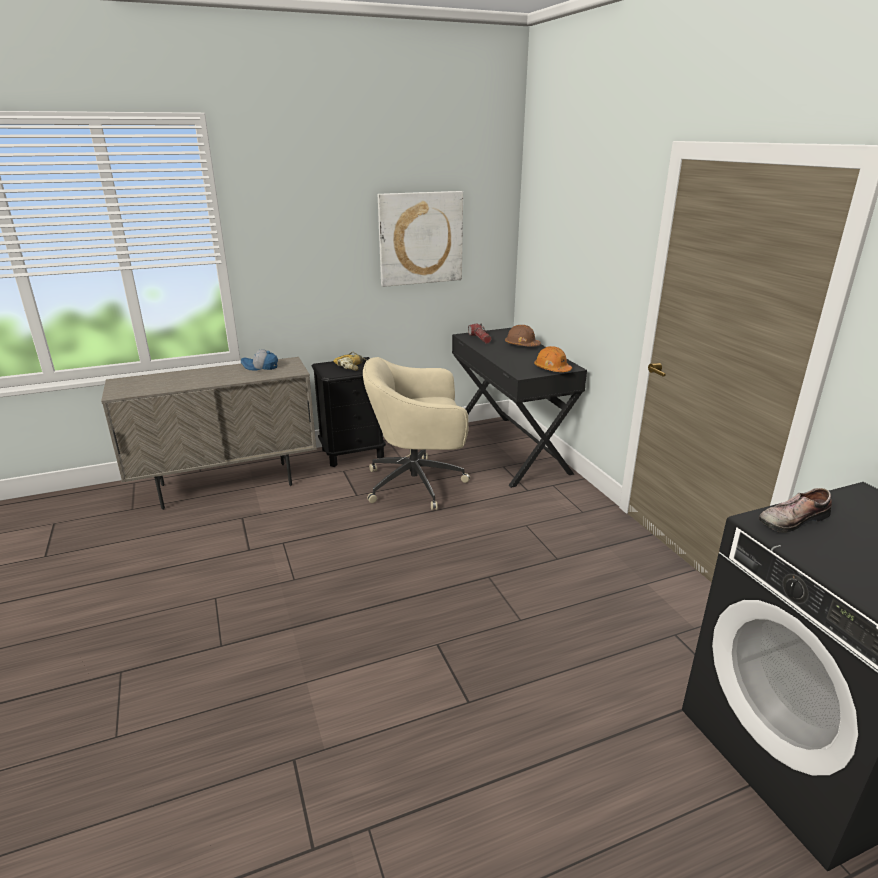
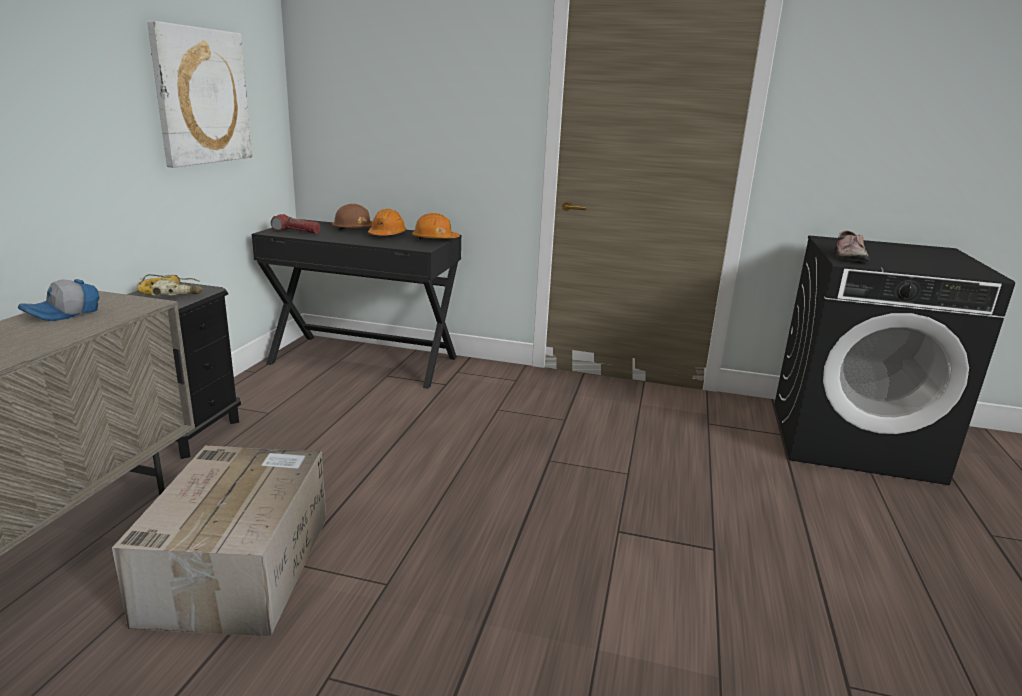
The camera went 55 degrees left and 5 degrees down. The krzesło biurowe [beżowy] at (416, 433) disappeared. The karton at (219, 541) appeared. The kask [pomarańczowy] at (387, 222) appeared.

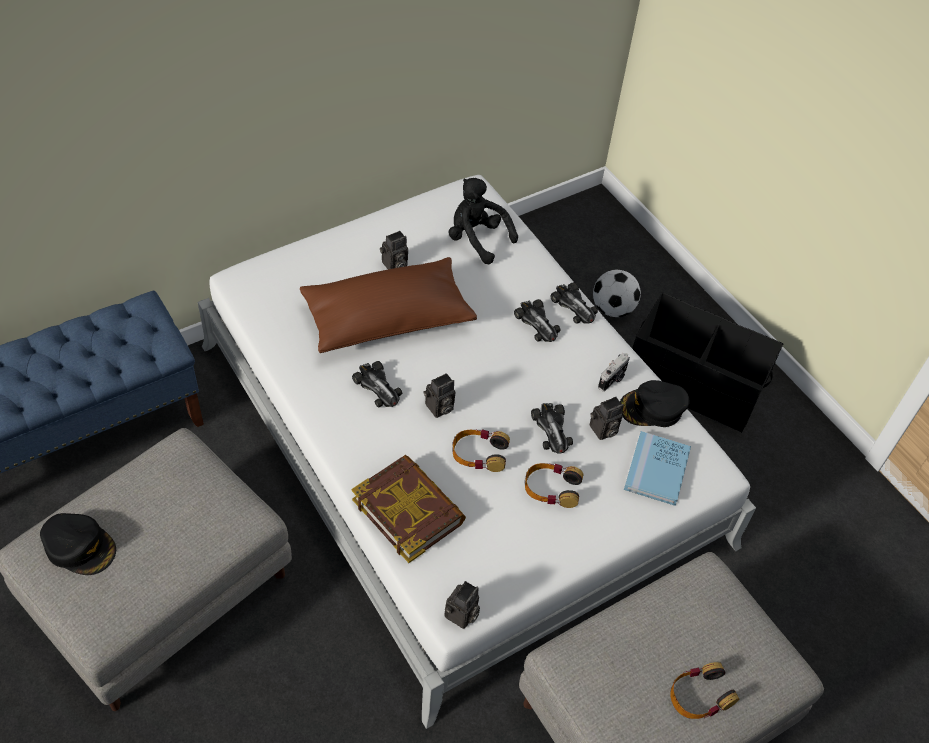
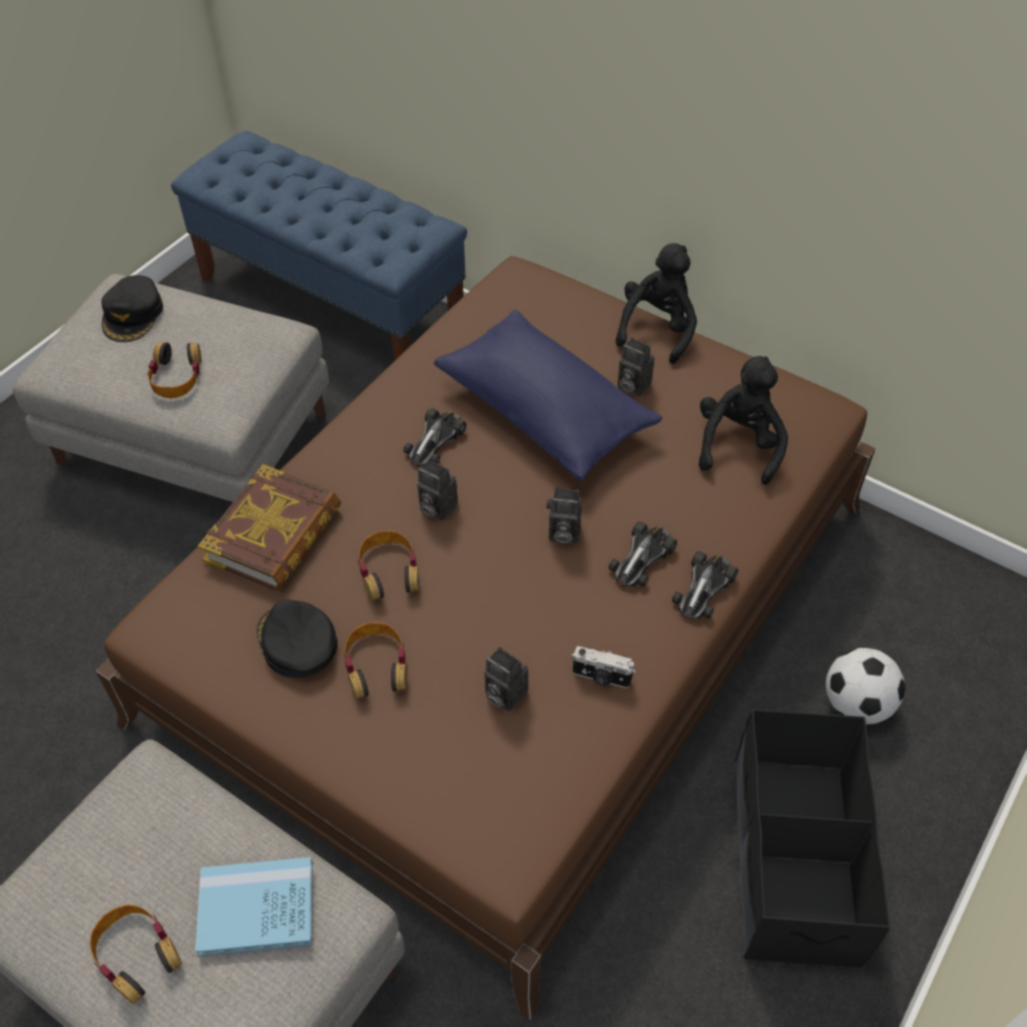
The camera went 70 degrees right and 0 degrees up. The łóżko [biały] at (477, 452) became the łóżko [brązowy] at (485, 638). The poduszka [brązowy] at (388, 305) became the poduszka [niebieski] at (548, 396). The aparat fotograficzny moved from (462, 605) to (564, 516). The samochodzik at (552, 428) disappeared. The czapka z daszkiem [czarny] moved from (655, 403) to (297, 638). The książka [niebieski] moved from (657, 468) to (254, 907). The słuchawki at (175, 370) appeared. The pluszak [czarny] at (656, 303) appeared.

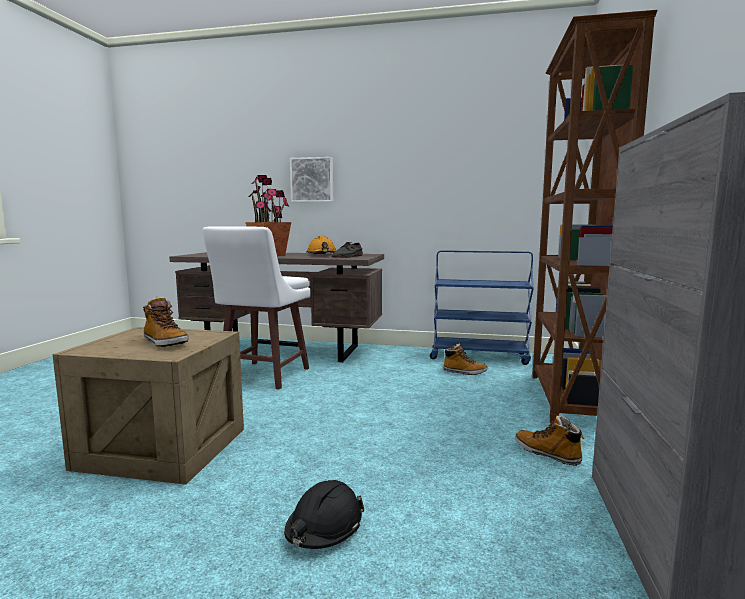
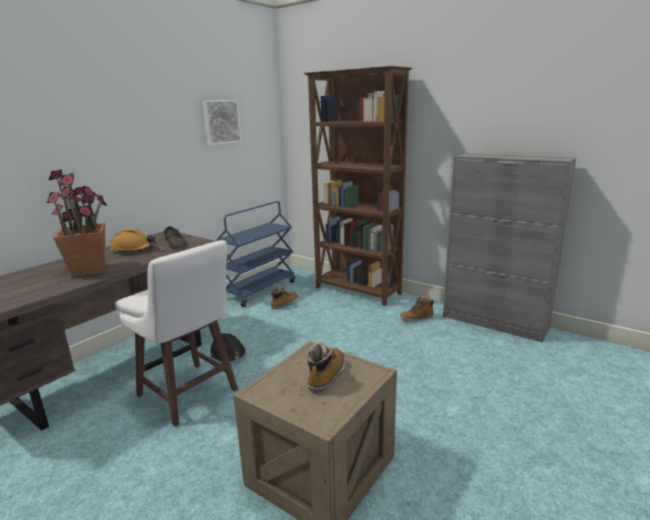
The camera went 65 degrees left and 10 degrees up. The but z cholewką at (166, 322) turned 45 degrees counterclockwise. The kask [czarny] moved from (324, 514) to (228, 347). The obraz moved from (311, 179) to (222, 122).

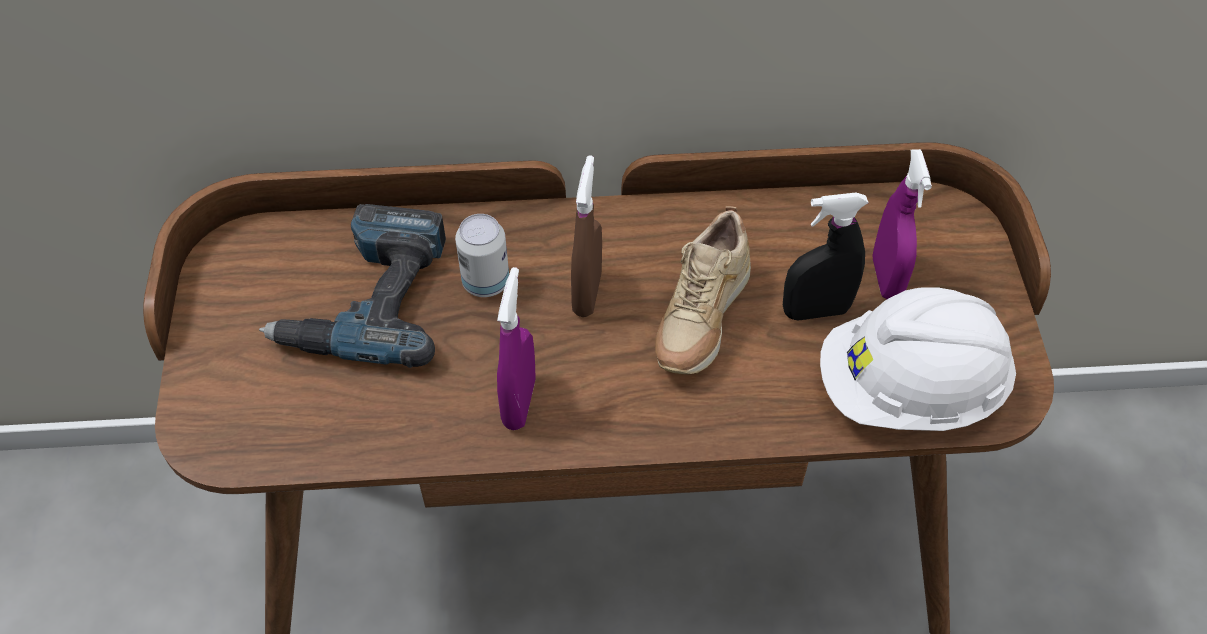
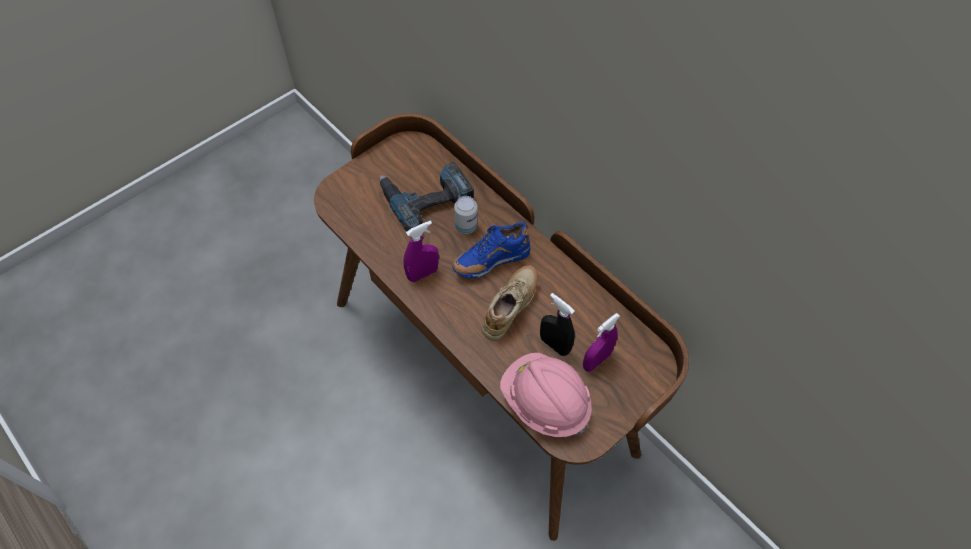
The camera went 50 degrees right and 5 degrees up. The spryskiwacz [brązowy] at (586, 236) was replaced by the but [niebieski] at (491, 250). The but [beżowy] at (703, 290) turned 135 degrees clockwise. The kask [biały] at (918, 359) became the kask [różowy] at (546, 395).

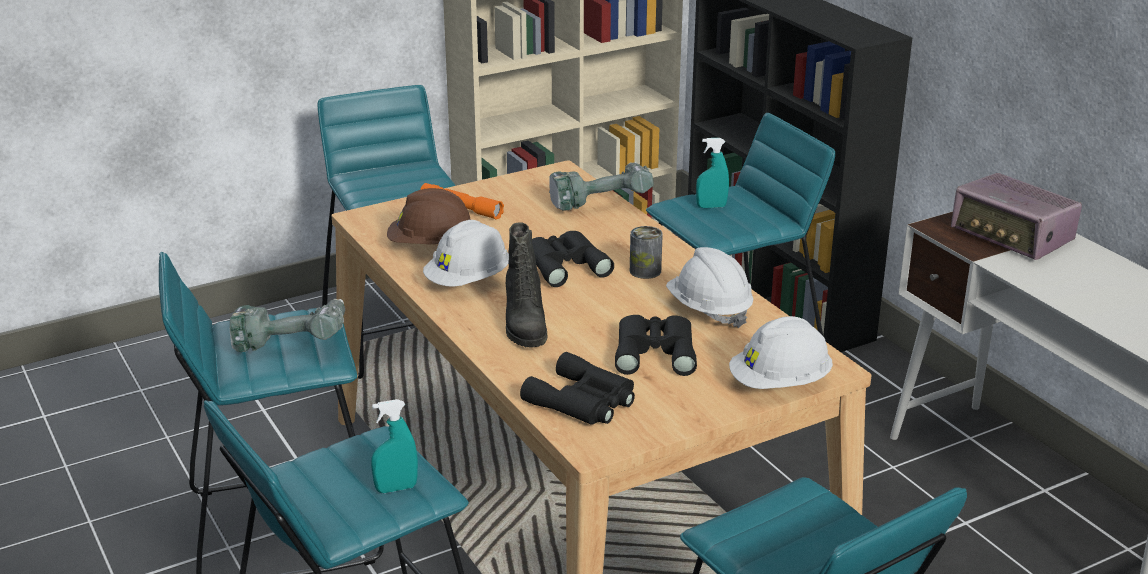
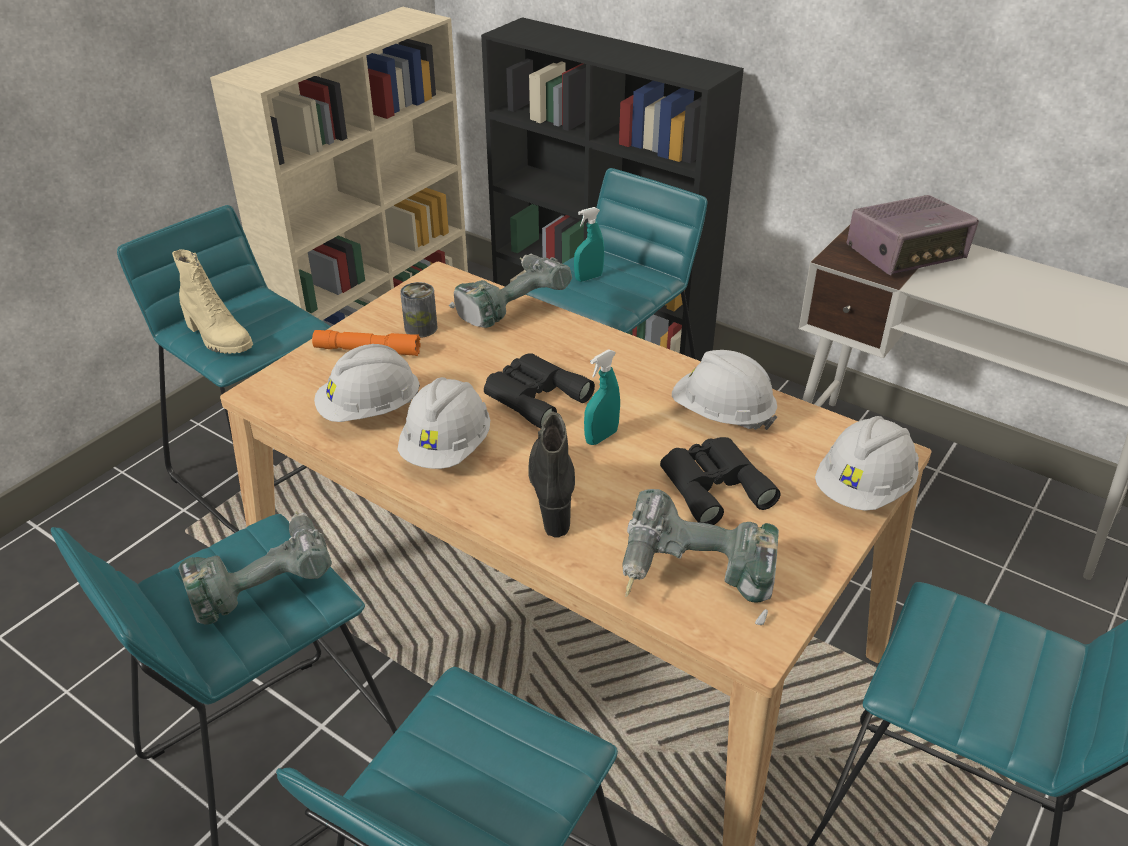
The camera went 25 degrees left and 10 degrees up. The spryskiwacz [turkusowy] moved from (394, 446) to (602, 397). The kask [brązowy] at (429, 216) became the kask [biały] at (367, 383). The but z cholewką [czarny] at (527, 285) turned 150 degrees counterclockwise. The lornetka [czarny] at (577, 388) was replaced by the wiertarka at (700, 557). The puszka moved from (646, 252) to (418, 310). The radio at (1016, 216) turned 45 degrees counterclockwise. The but z cholewką [beżowy] at (212, 301) appeared.

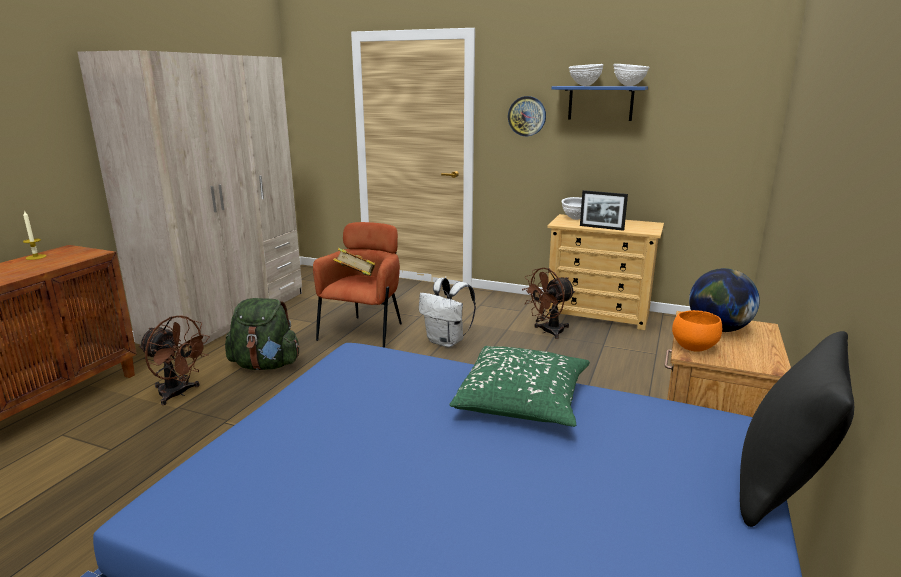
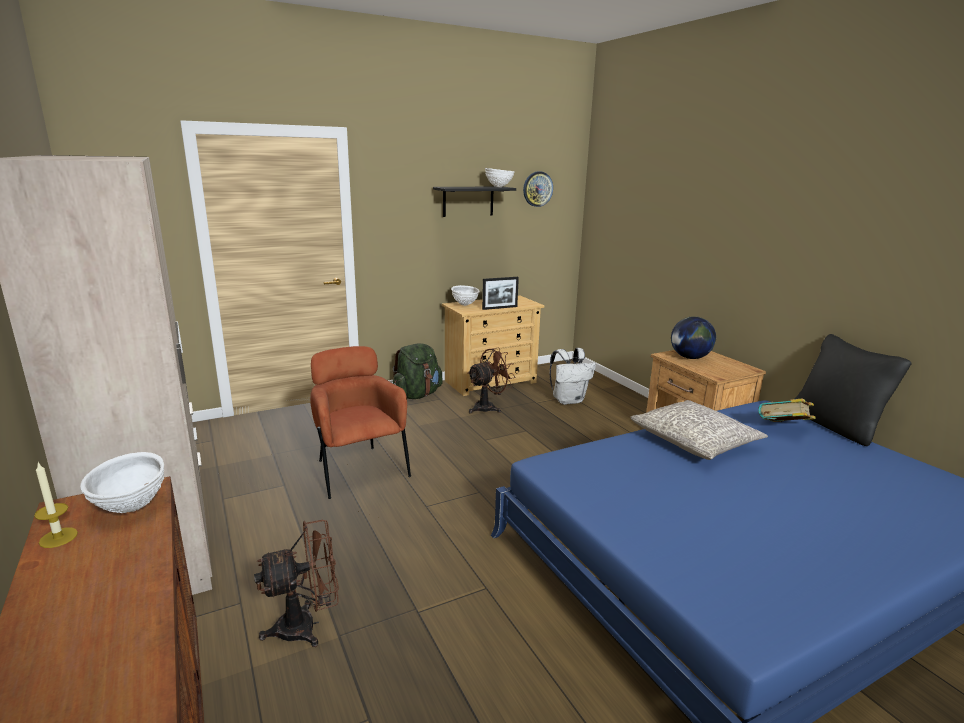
The camera went 50 degrees left and 0 degrees up. The plecak [zielony] moved from (262, 334) to (418, 371). The książka moved from (354, 262) to (787, 410). The plecak [biały] moved from (447, 312) to (573, 376). The poduszka [zielony] at (520, 386) became the poduszka [szary] at (699, 430). The zegar ścienny moved from (527, 116) to (538, 189). The wentylator [brązowy] at (549, 303) turned 135 degrees counterclockwise. The półka [niebieski] at (599, 103) became the półka [czarny] at (474, 202). The miska [biały] moved from (586, 75) to (122, 482). The miska [pomarańczowy] at (697, 331) disappeared.

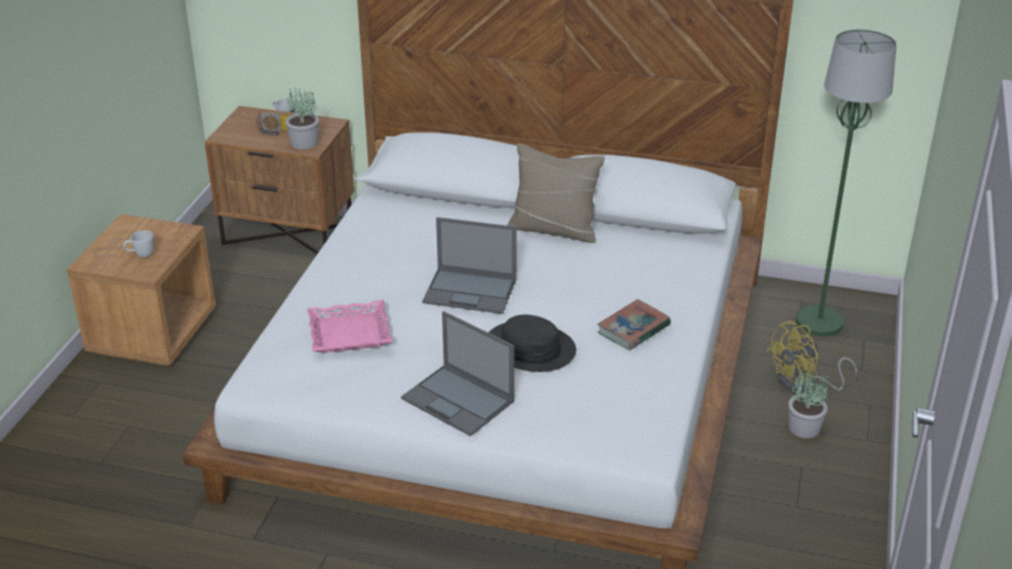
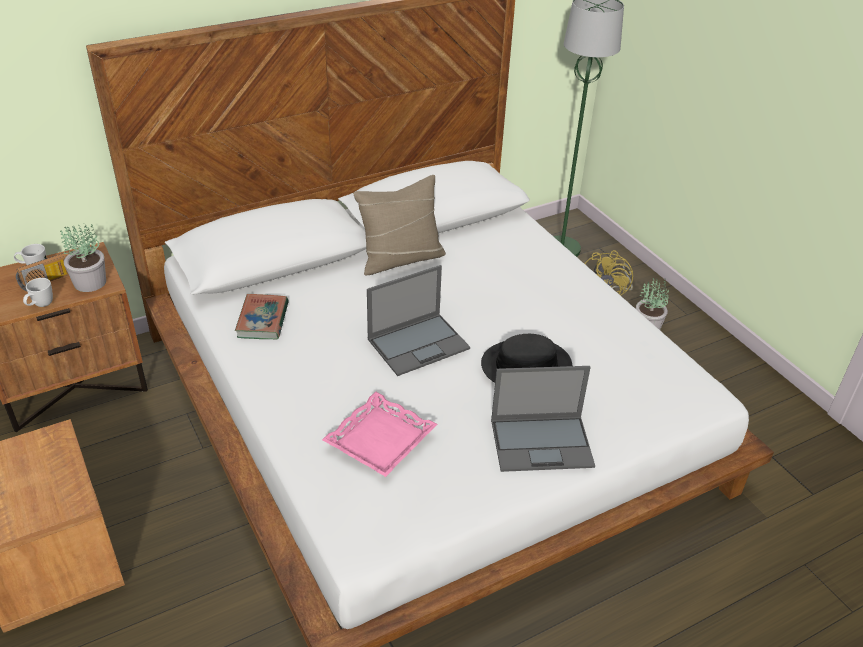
The camera went 45 degrees left and 5 degrees up. The kubek [biały] moved from (138, 244) to (38, 292). The książka moved from (634, 324) to (262, 316).

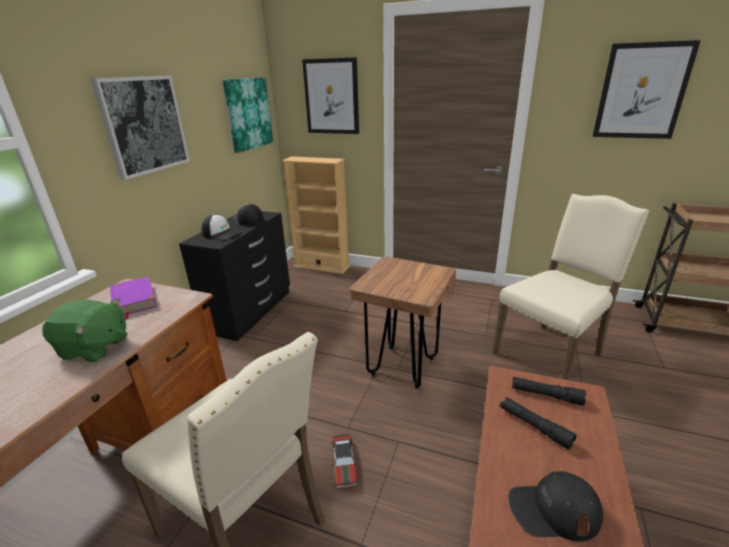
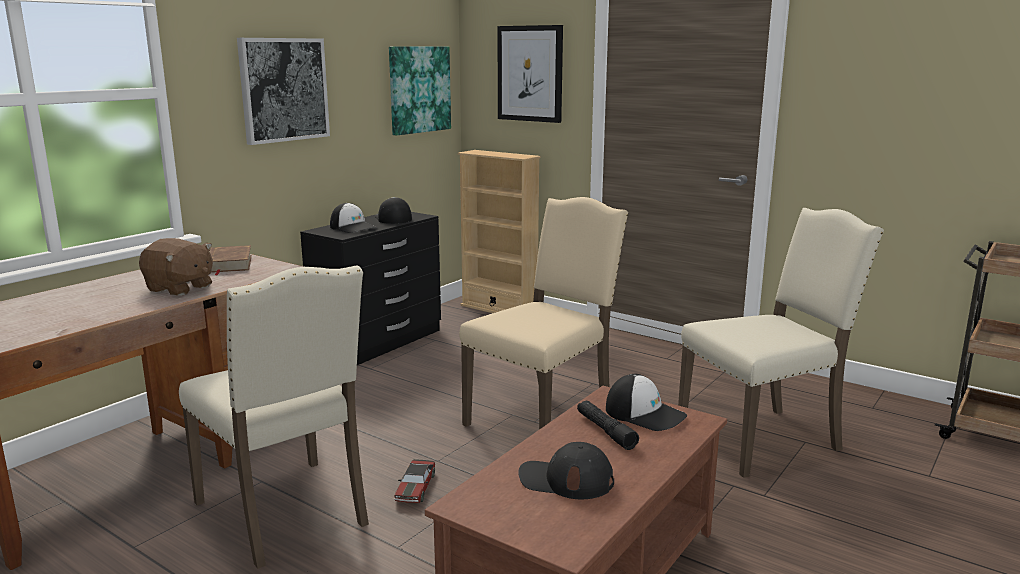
The camera went 15 degrees right and 10 degrees down. The pluszak [zielony] at (84, 330) became the pluszak [brązowy] at (176, 267). The książka [fioletowy] at (133, 298) became the książka [brązowy] at (230, 260). The stołek [brązowy] at (403, 322) was replaced by the krzesło [beżowy] at (543, 313). The latarka [czarny] at (549, 391) was replaced by the czapka z daszkiem at (646, 402). The obraz at (647, 89) disappeared.

